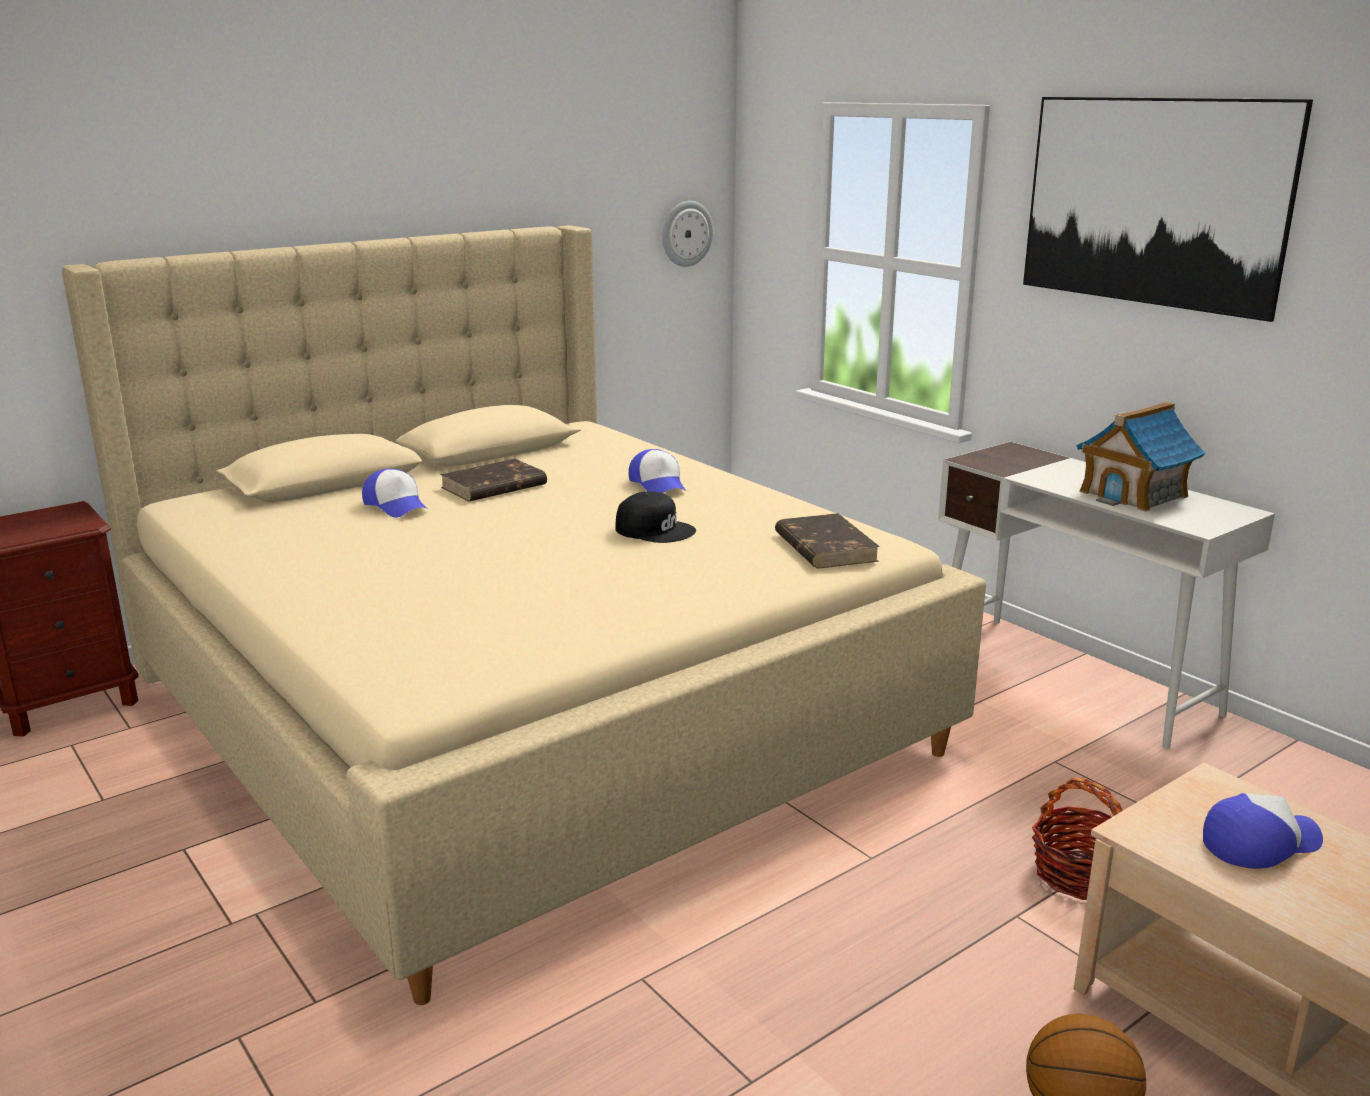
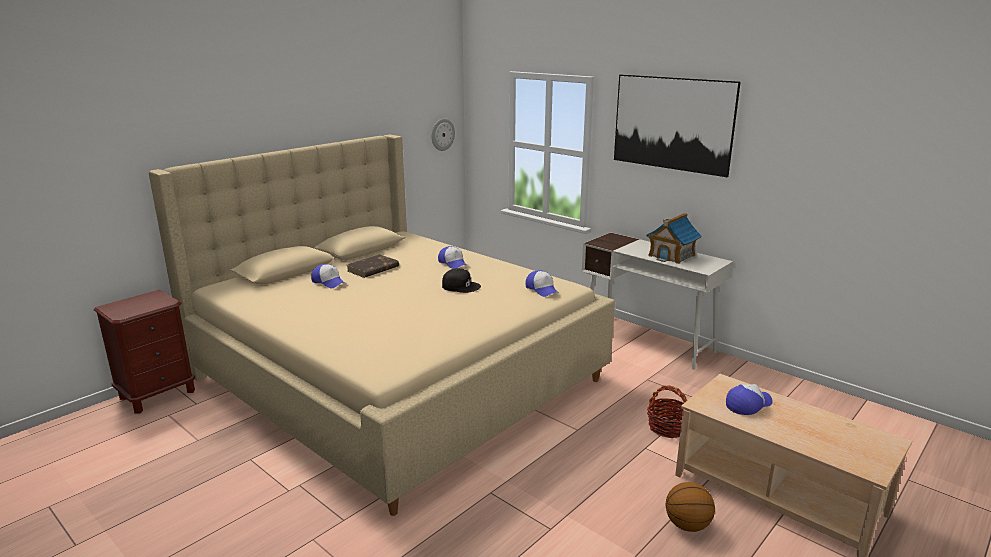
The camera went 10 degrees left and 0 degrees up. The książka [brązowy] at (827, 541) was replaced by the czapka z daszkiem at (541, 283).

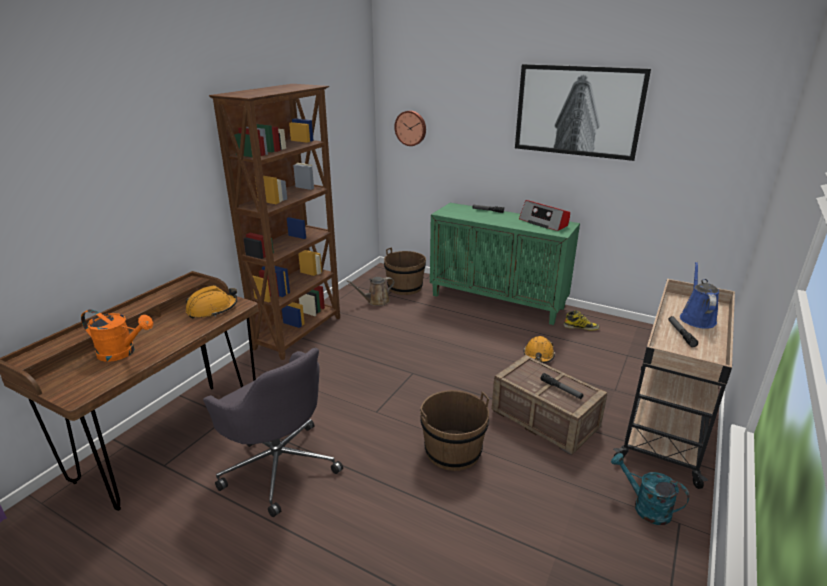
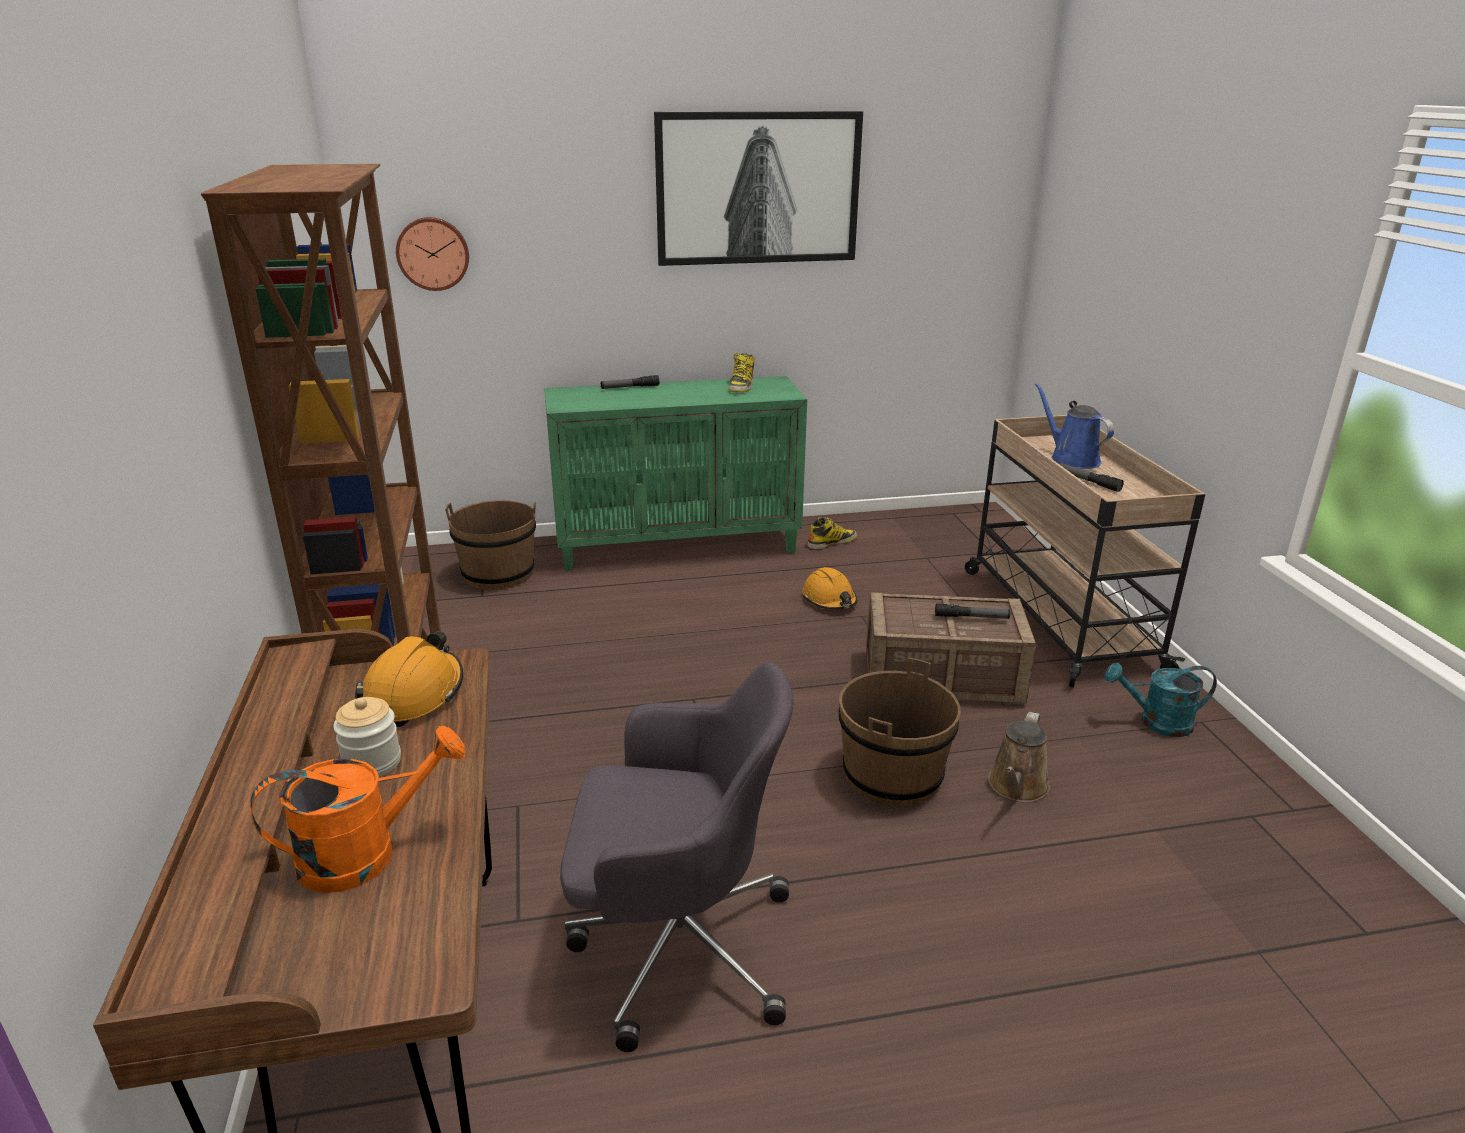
The camera went 40 degrees left and 0 degrees up. The konewka [brązowy] moved from (370, 291) to (1019, 757). The radio at (544, 215) was replaced by the but z cholewką at (742, 372). The słoik at (367, 737) appeared.

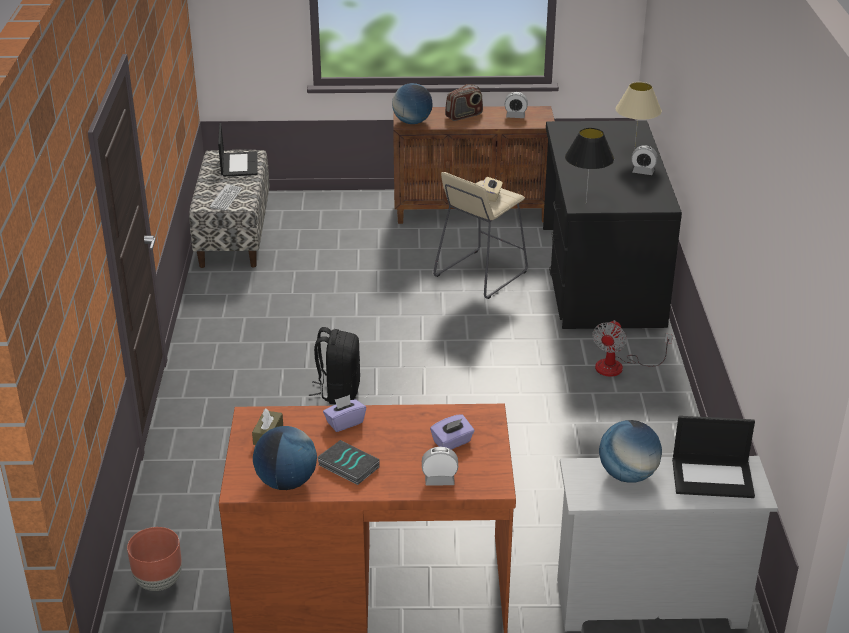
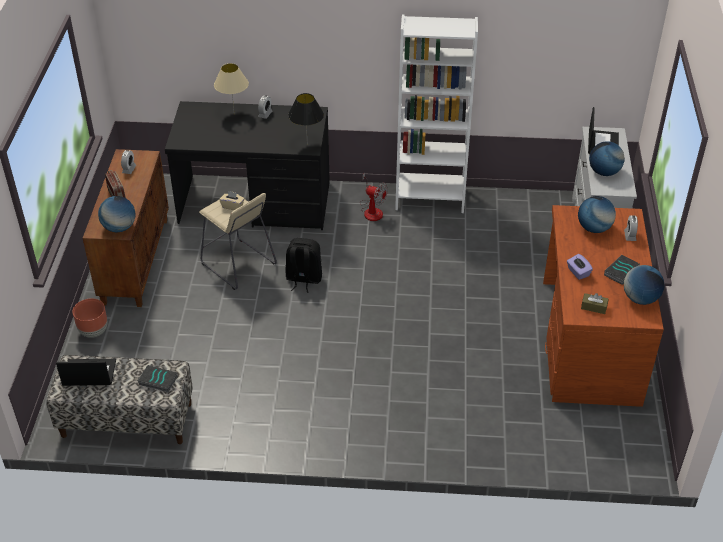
The camera went 85 degrees left and 10 degrees up. The donica [brązowy] moved from (154, 559) to (90, 318). The klawiatura at (226, 197) was replaced by the książka at (157, 378). The plecak [czarny] moved from (334, 365) to (304, 265). The pudełko chusteczek [fioletowy] at (452, 432) was replaced by the globus at (597, 214). The regał [biały] at (436, 113) appeared.

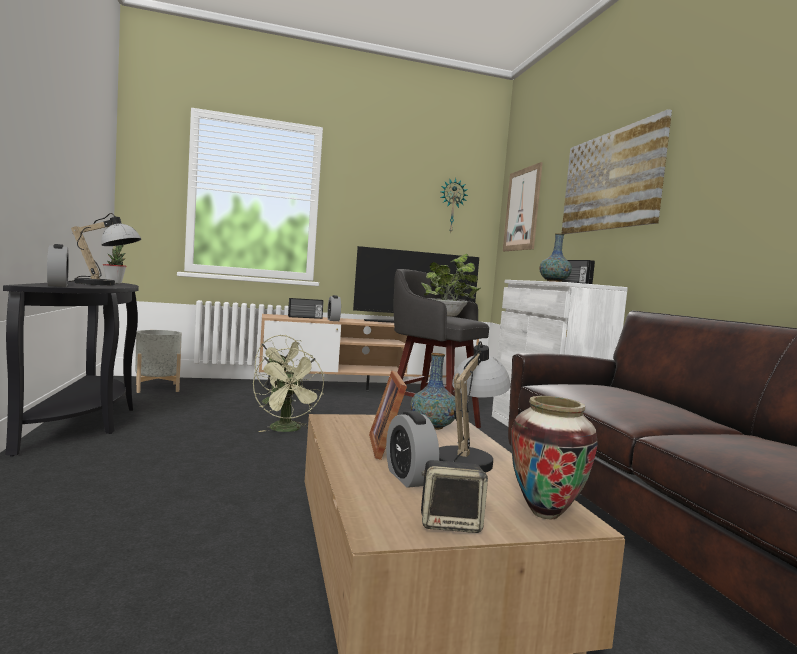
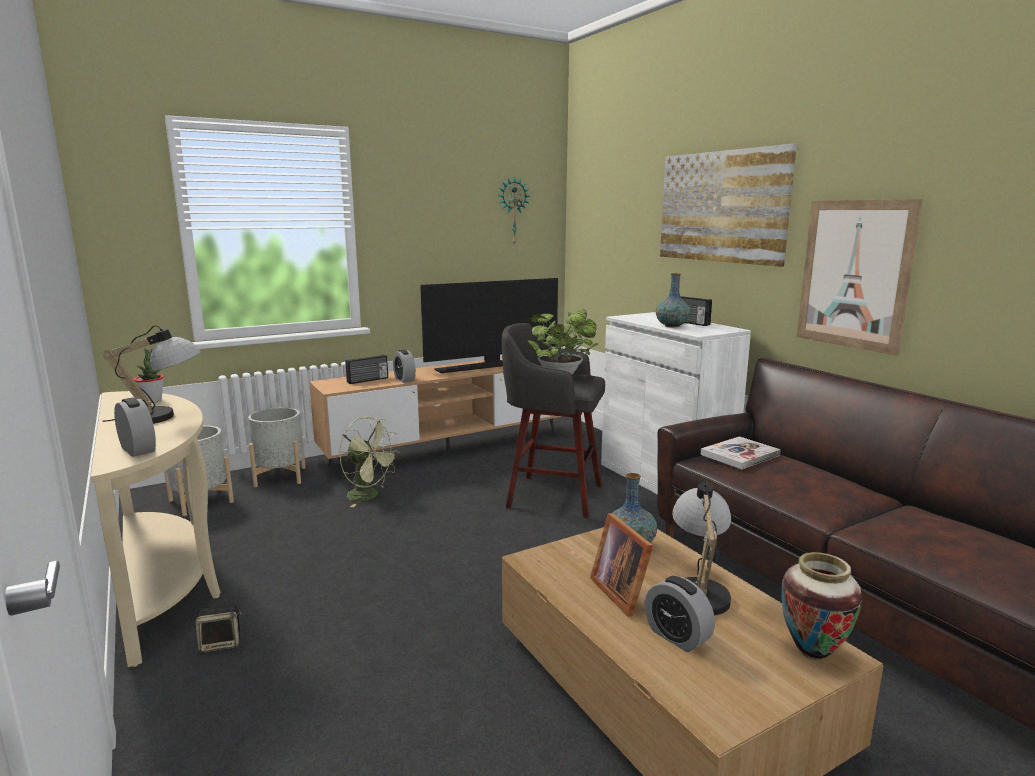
The camera went 15 degrees left and 10 degrees up. The stolik konsolowy [czarny] at (71, 369) became the stolik konsolowy [beżowy] at (155, 529). The wentylator [zielony] at (289, 390) disappeared. The głośnik moved from (454, 496) to (219, 628). The obraz moved from (523, 206) to (860, 277). The donica [szary] at (277, 447) appeared. The książka at (740, 453) appeared.

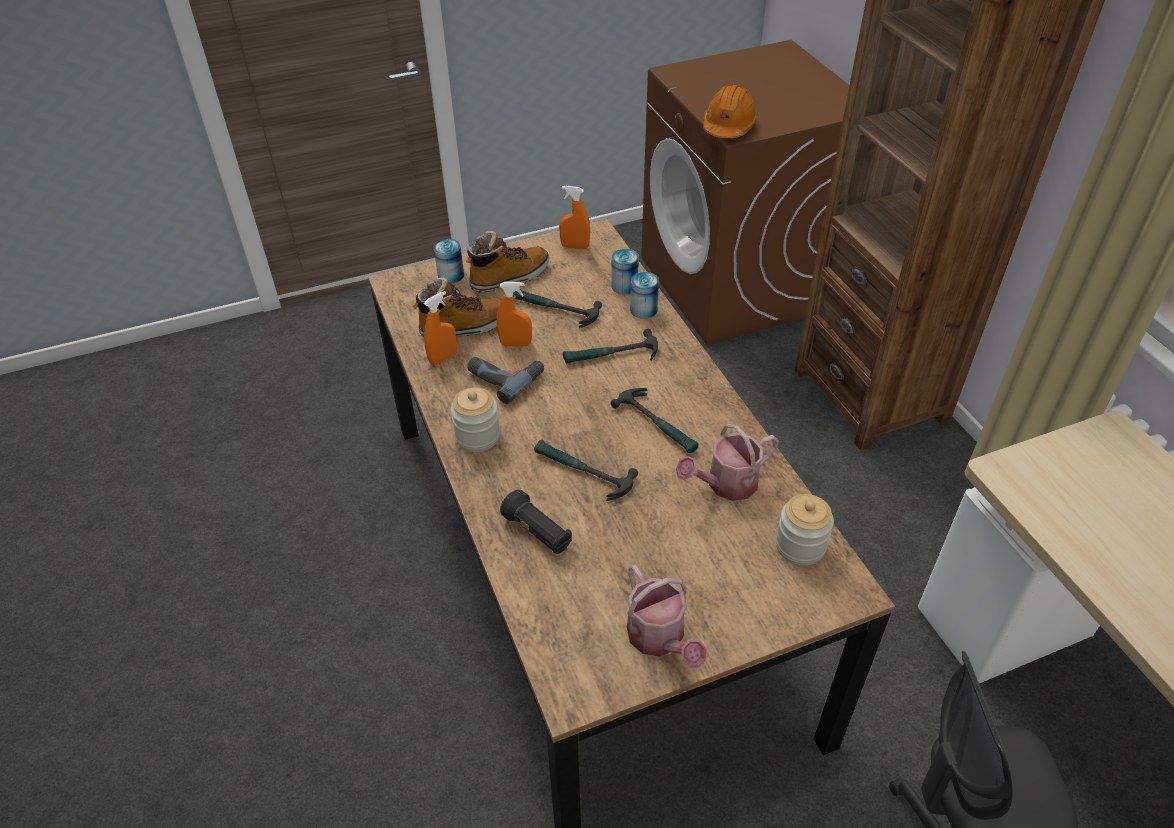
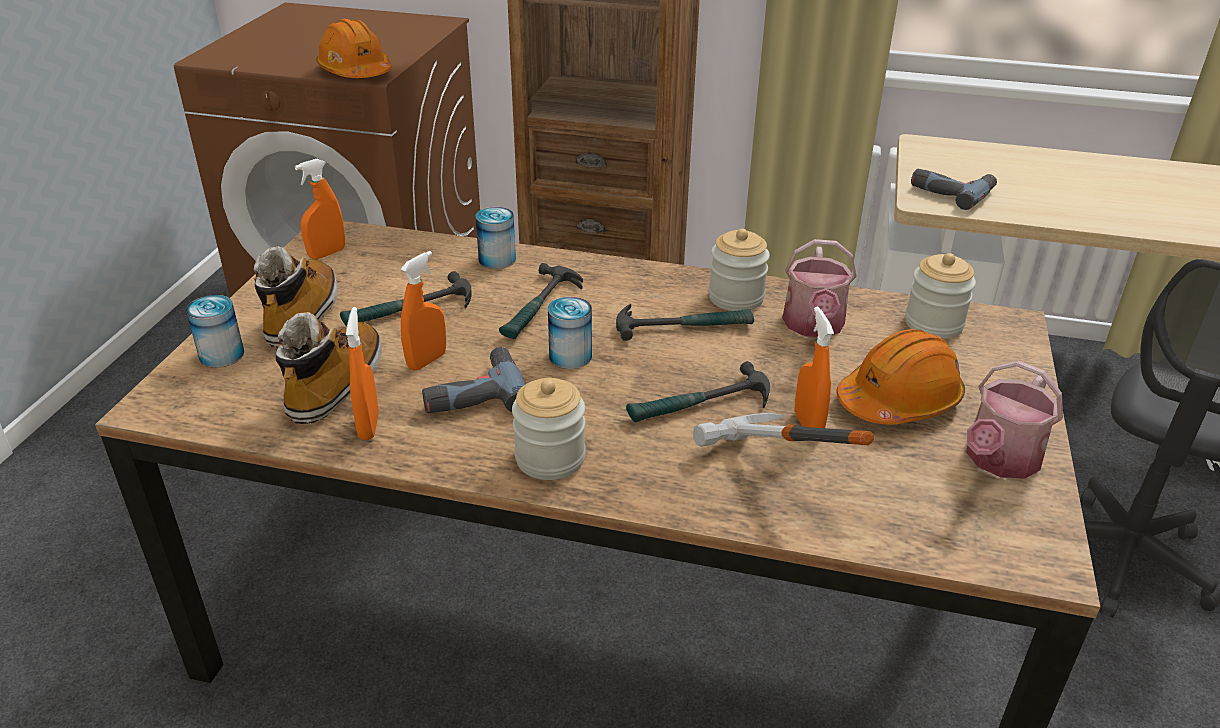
The camera went 55 degrees left and 10 degrees down. The latarka [czarny] at (536, 521) was replaced by the młotek at (783, 430). The puszka moved from (625, 271) to (570, 333). The konewka at (667, 616) turned 120 degrees clockwise. The słoik at (739, 270) appeared. The spryskiwacz [pomarańczowy] at (814, 367) appeared. The kask [pomarańczowy] at (901, 377) appeared. The wiertarka at (954, 189) appeared.

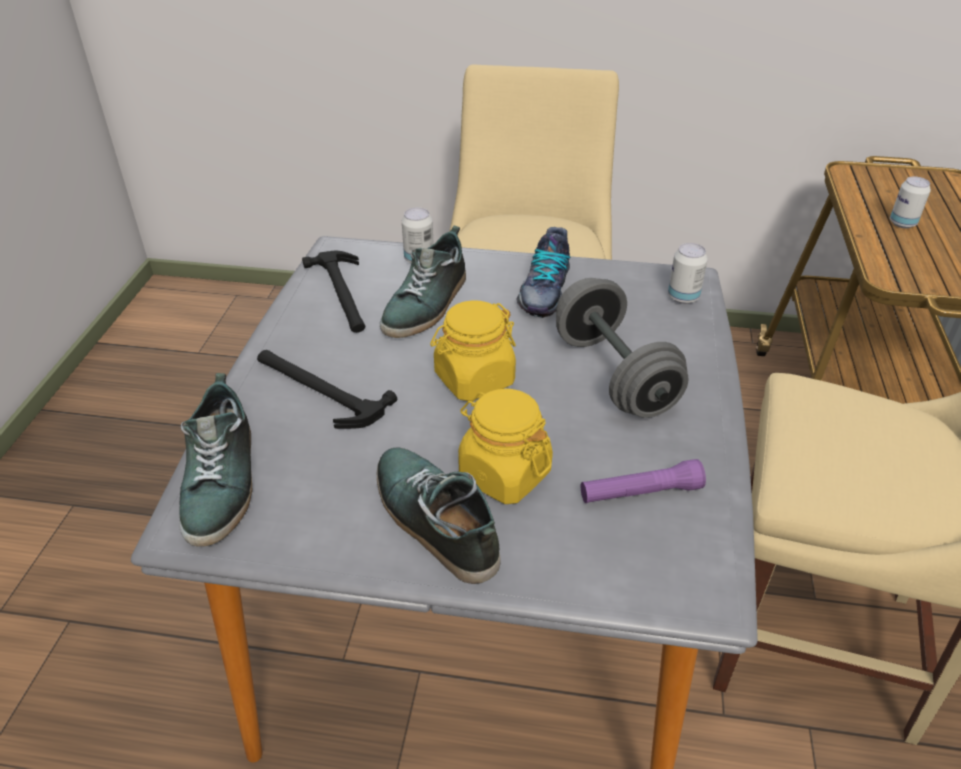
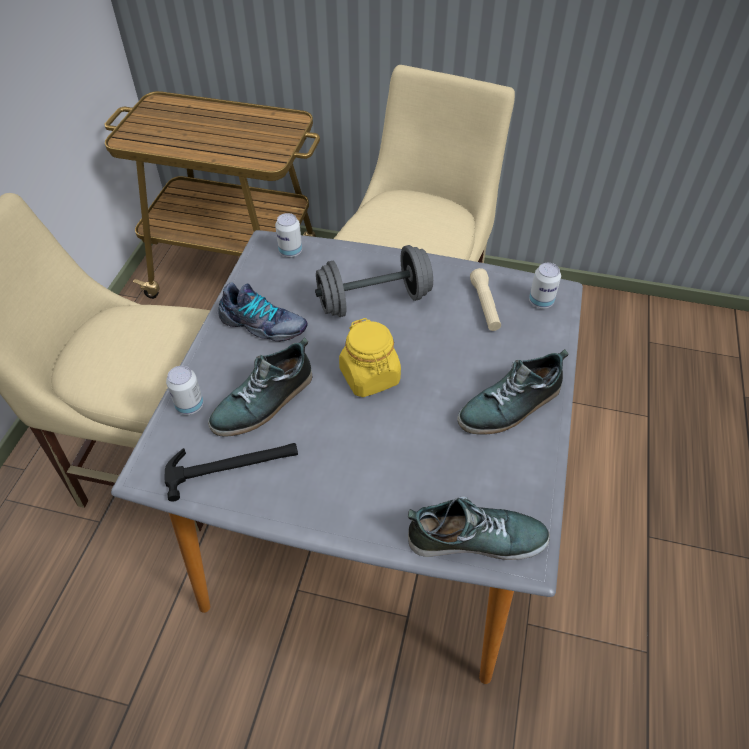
The camera went 85 degrees left and 10 degrees up. The młotek at (327, 389) disappeared. The but at (423, 281) turned 105 degrees clockwise. The słoik [żółty] at (505, 446) disappeared. The latarka [fioletowy] at (643, 481) became the latarka [beżowy] at (485, 299). The puszka moved from (910, 202) to (545, 285).

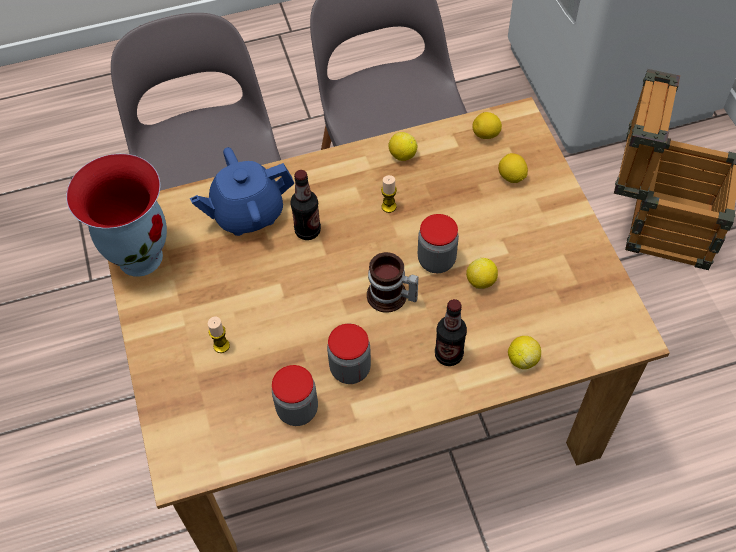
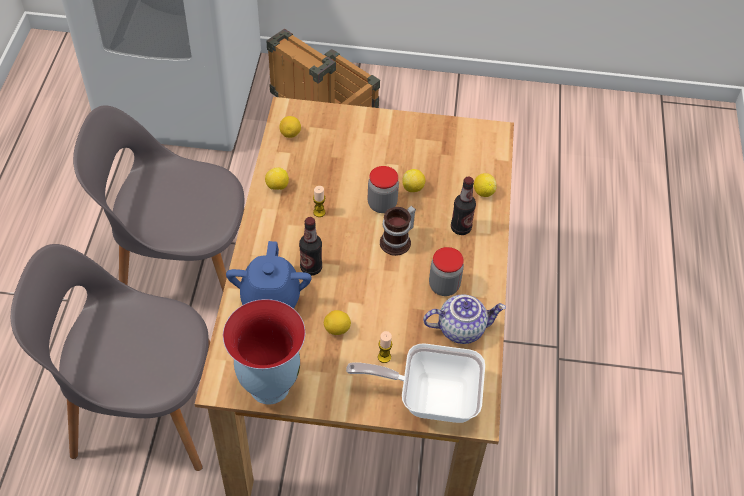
The camera went 70 degrees left and 5 degrees down. The słoik at (295, 395) was replaced by the imbryk at (464, 319). The cytryna moved from (513, 168) to (337, 322). The patelnia at (415, 383) appeared.

